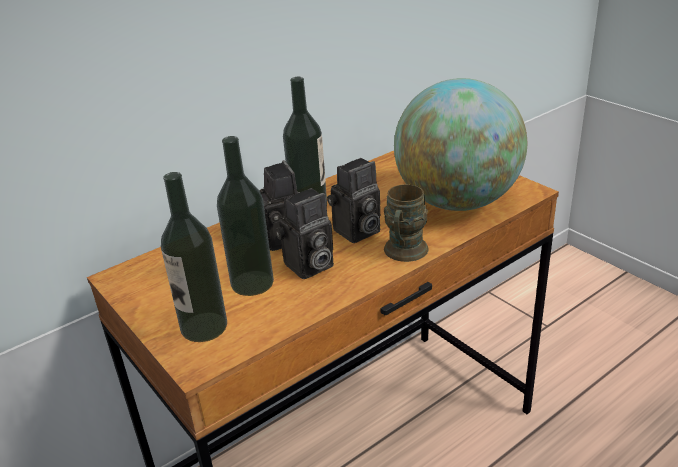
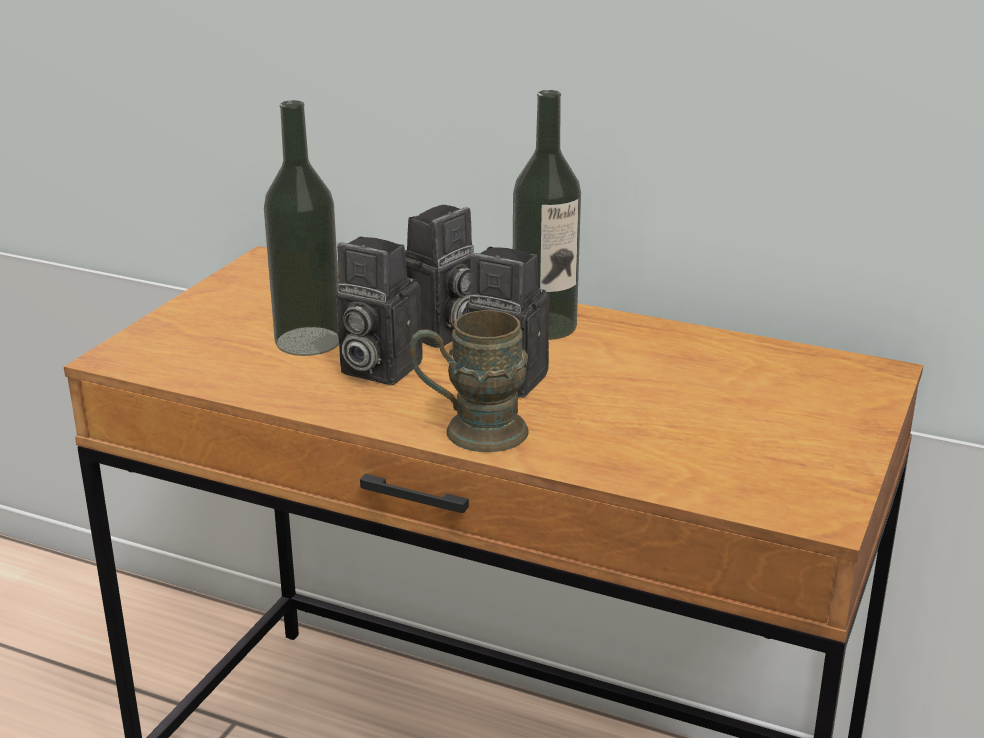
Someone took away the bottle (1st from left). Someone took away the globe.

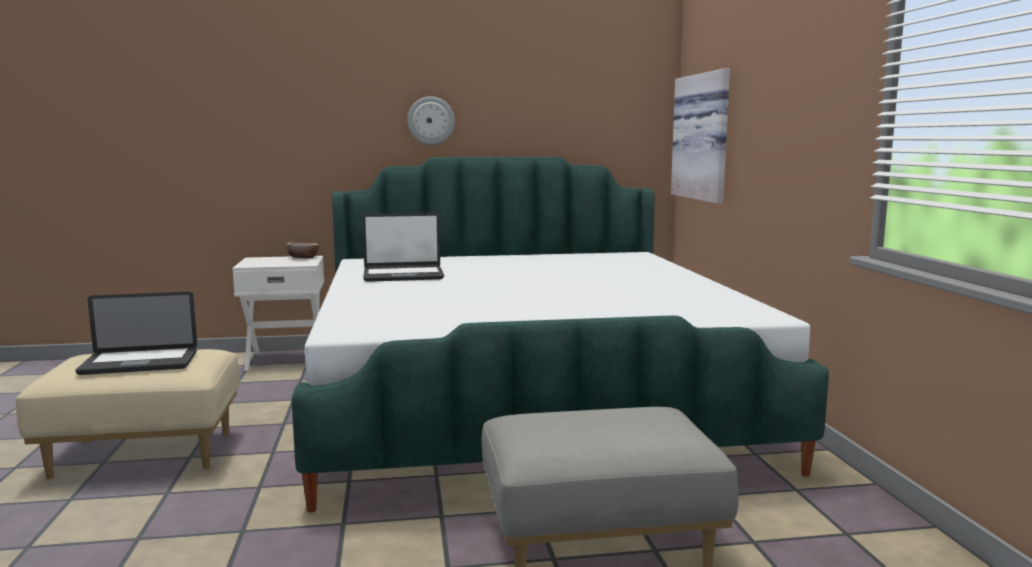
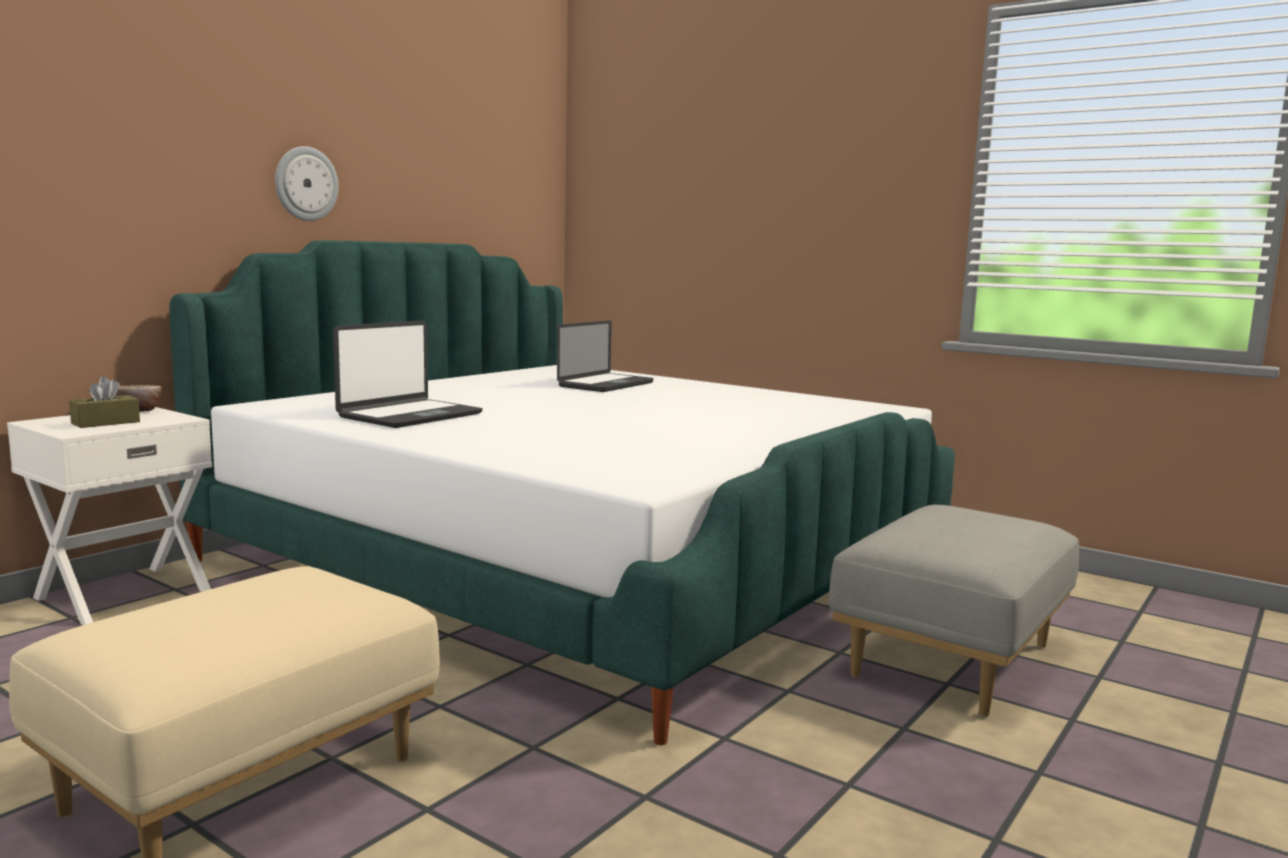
Someone put down the brown tissue box. Someone carried the laptop (1st from left in the first image). Someone took away the picture.

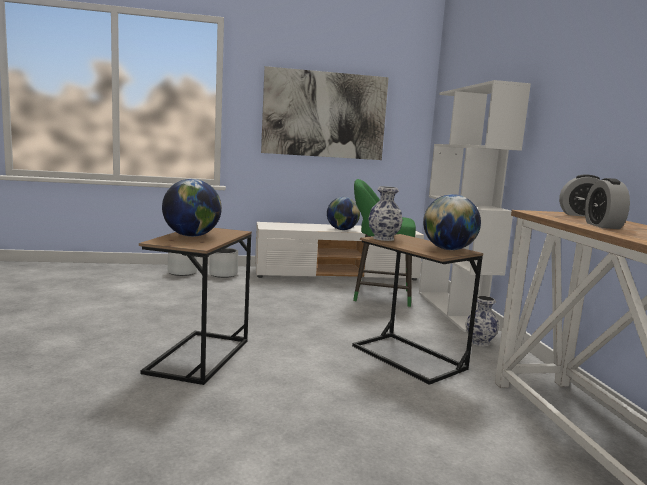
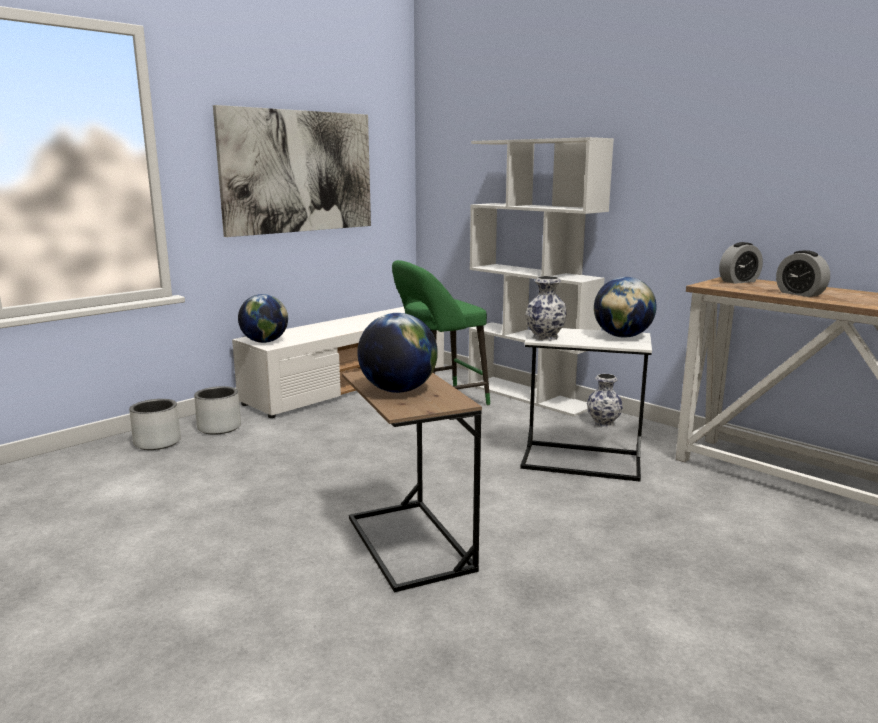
Someone carried the globe (2nd from left in the first image). Someone repainted the brown side table (2nd from left), which became the white side table.

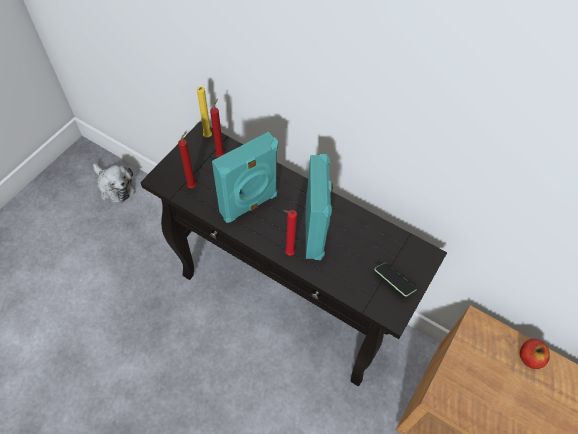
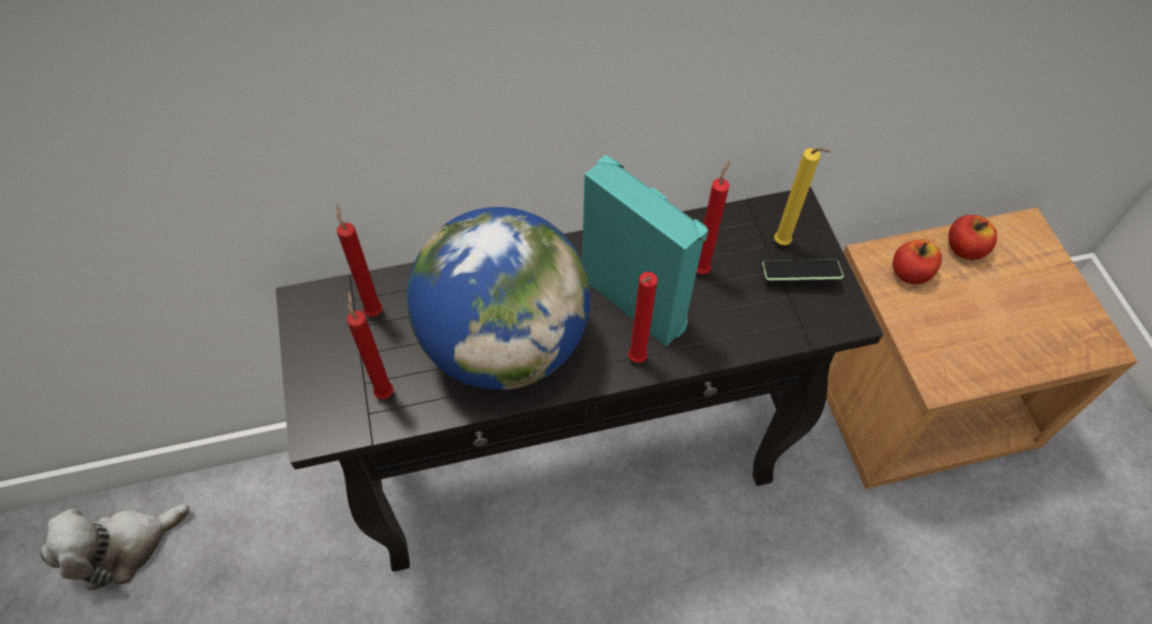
Someone rotated the plush toy by 150 degrees clockwise. Someone swapped the turquoise speaker (1st from left) for the globe. Someone put down the red candle (4th from left). Someone carried the yellow candle. Someone put down the apple (1st from left).

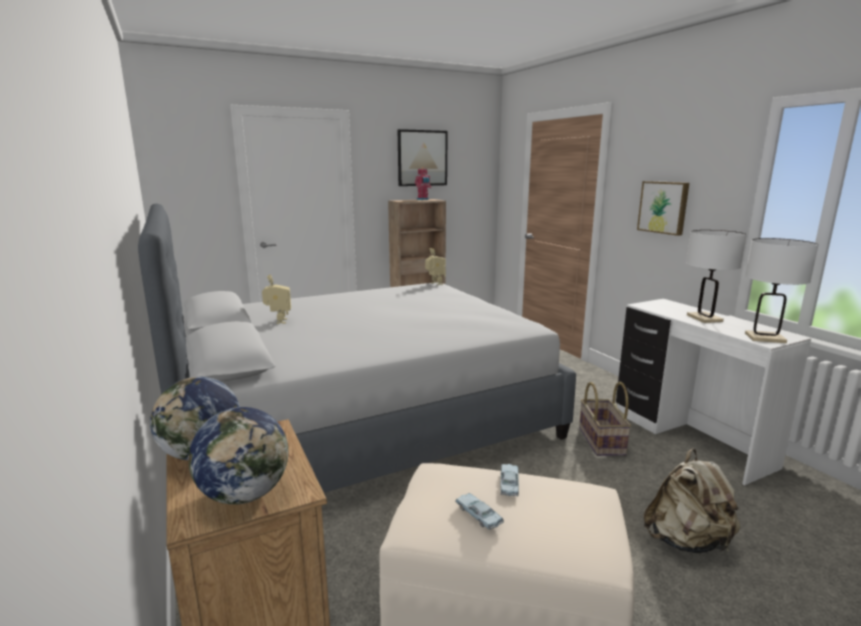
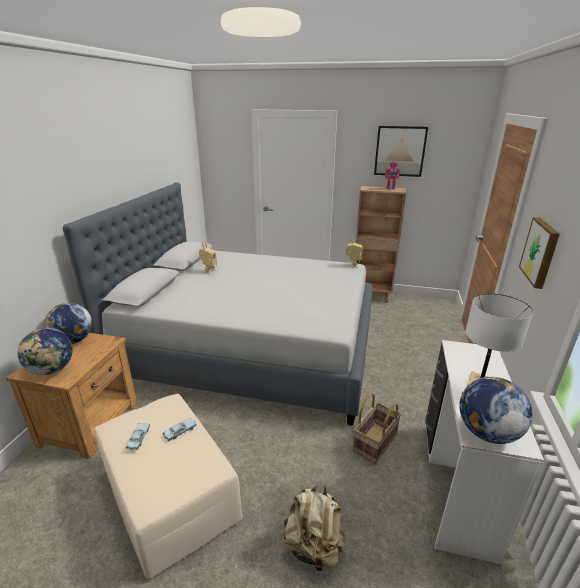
Someone swapped the white table lamp (2nd from left) for the globe (3rd from left).

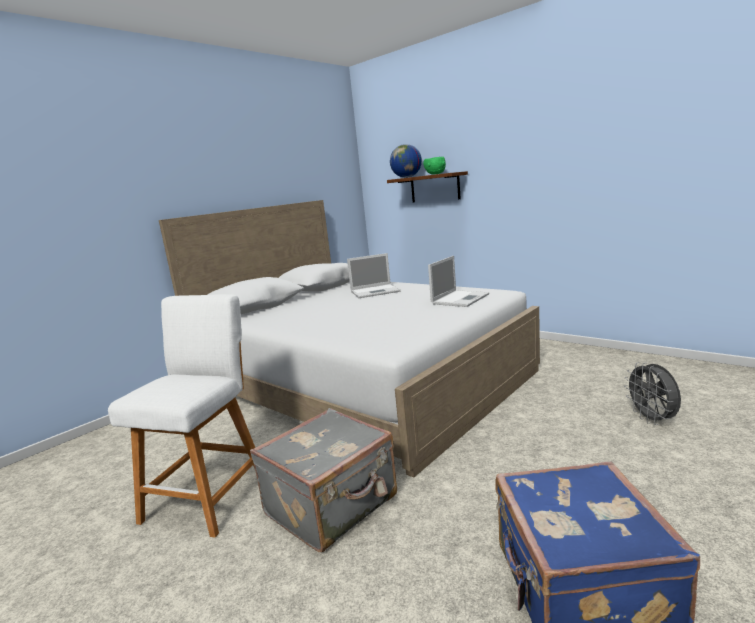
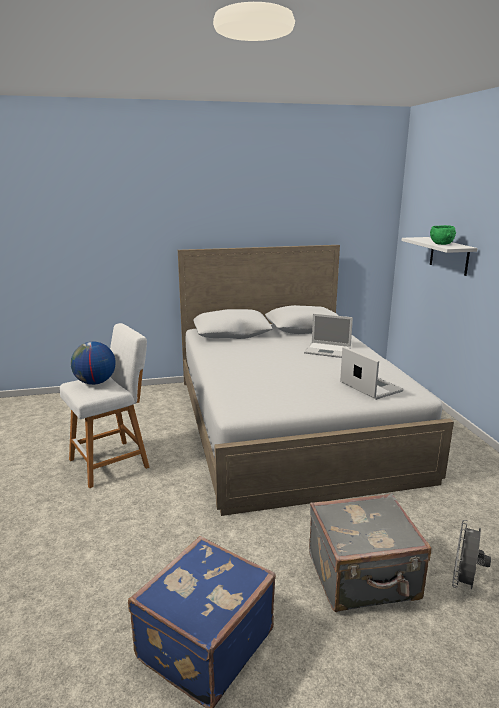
Someone carried the globe. Someone carried the grey suitcase. Someone rotated the laptop (2nd from left) by 105 degrees counterclockwise. Someone repainted the brown shelf, which became the white shelf.

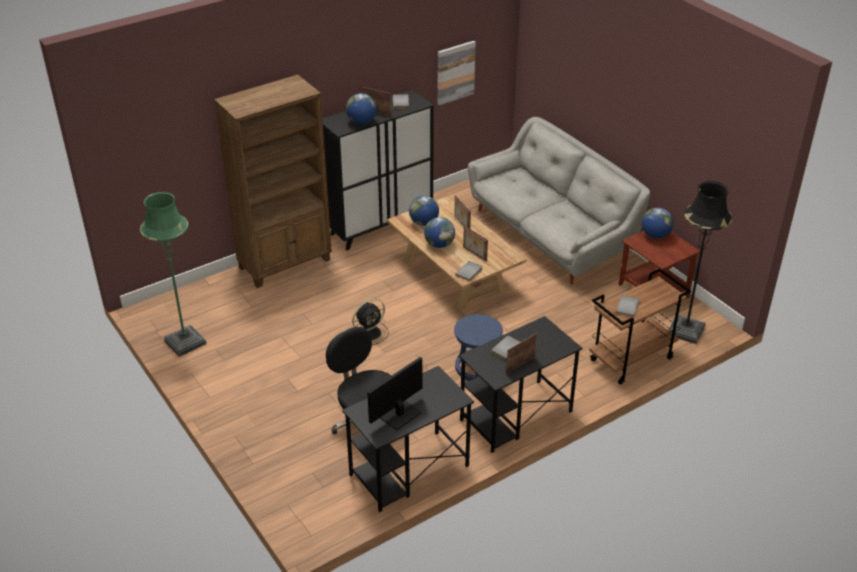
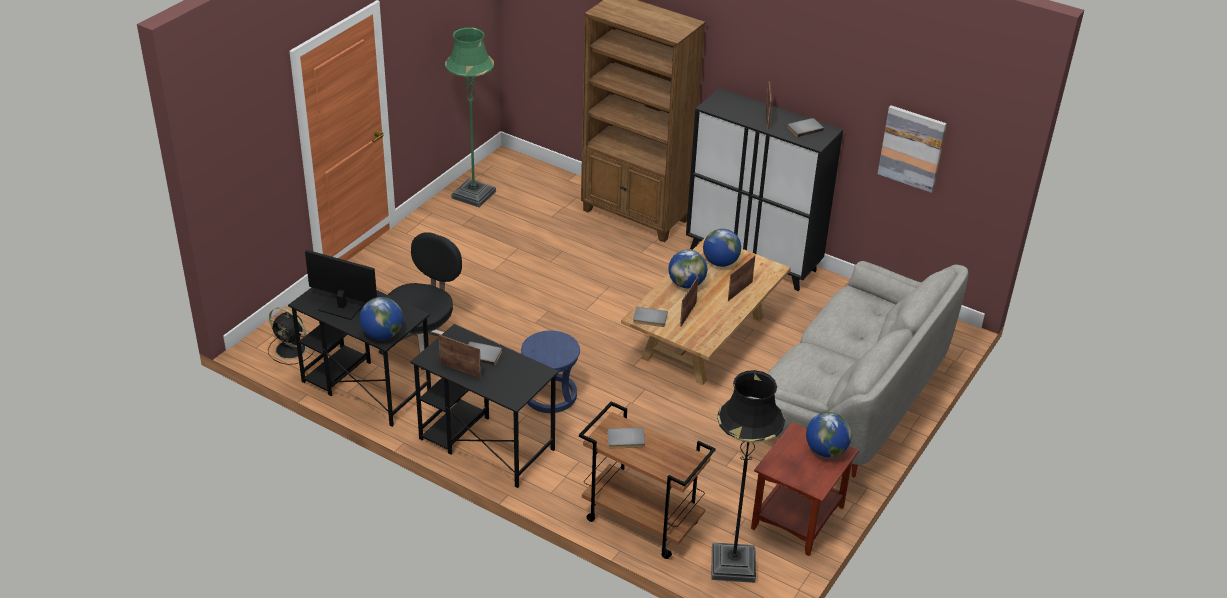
Someone carried the black fan. Someone carried the globe (1st from left).

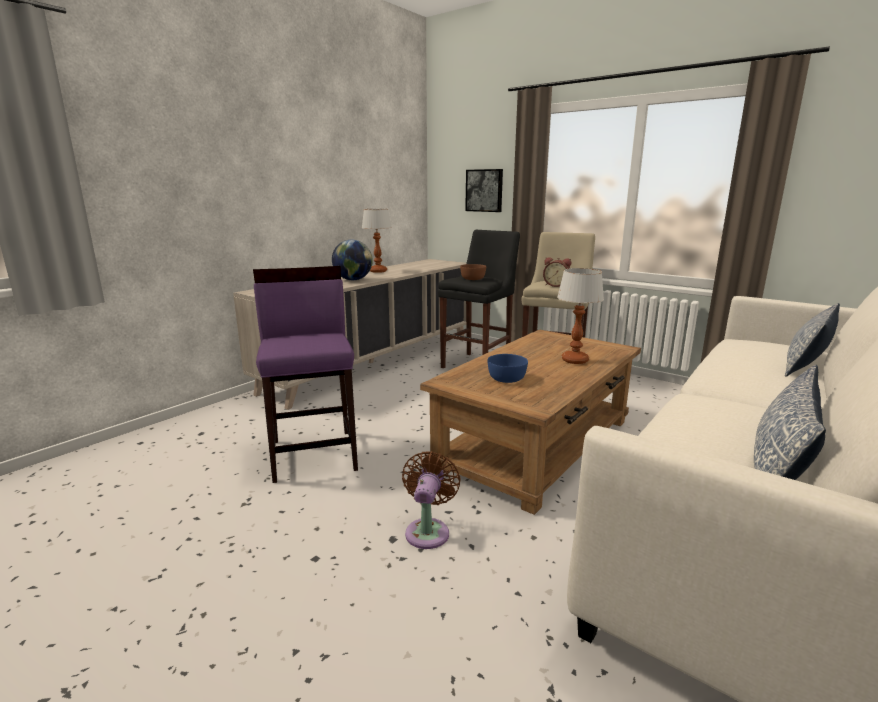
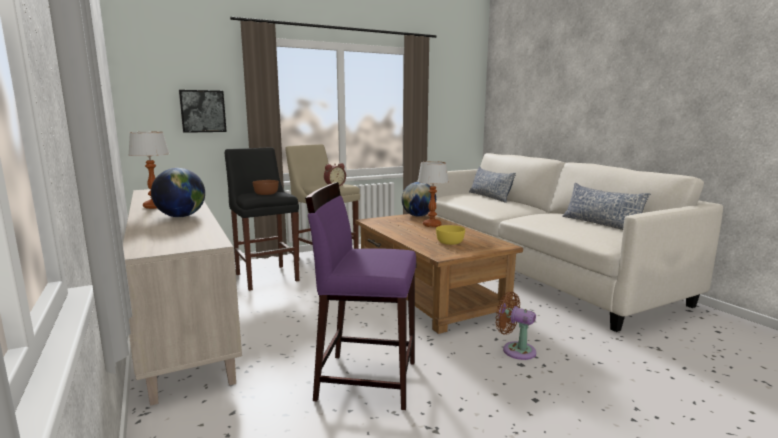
Someone put down the globe (2nd from left). Someone repainted the blue bowl, which became the yellow bowl.

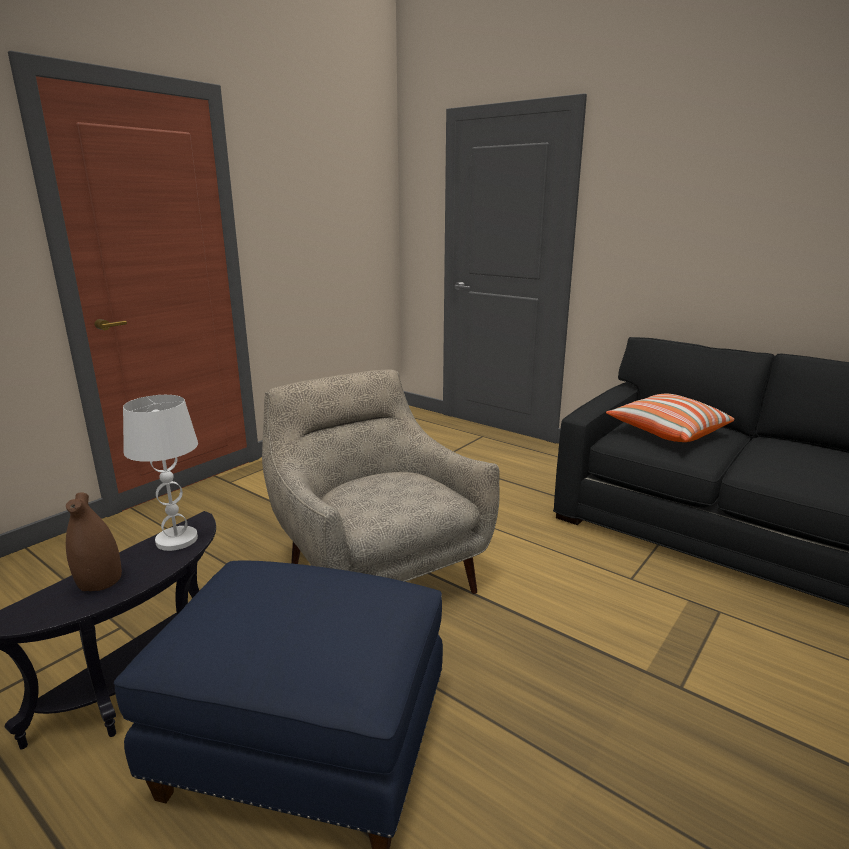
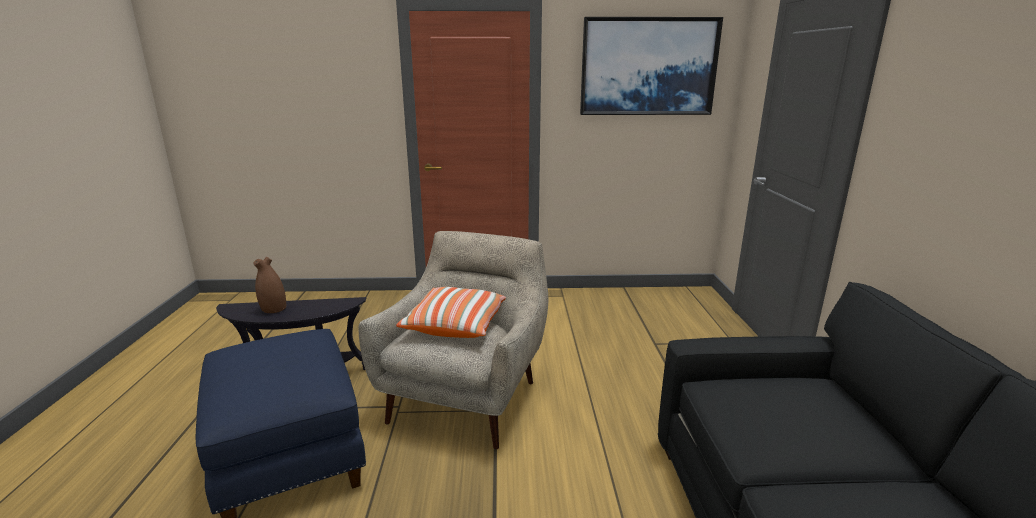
Someone carried the pillow. Someone put up the picture. Someone took away the white table lamp.

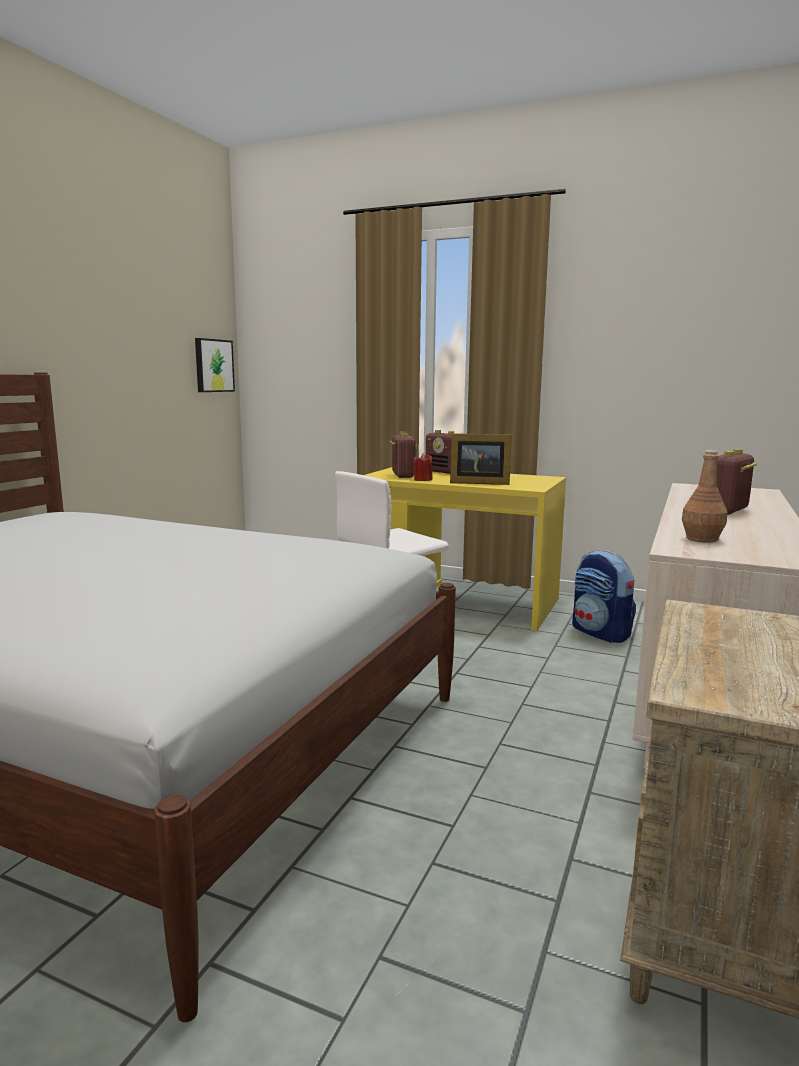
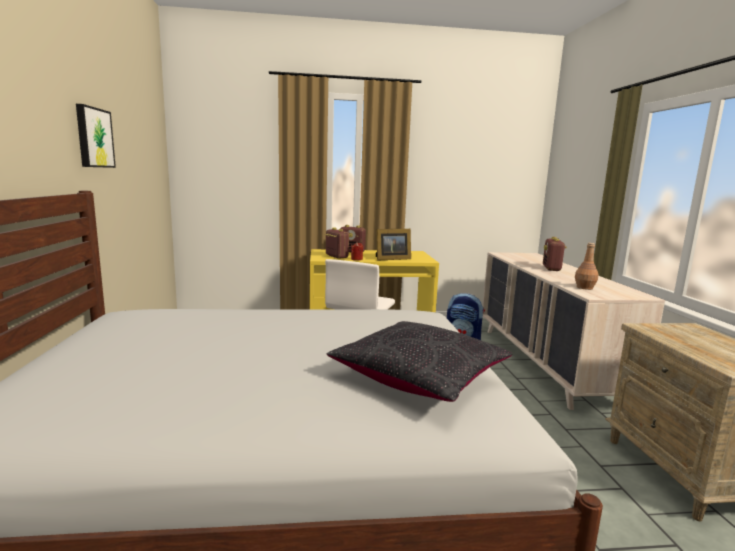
Someone carried the picture. Someone put down the black pillow.

